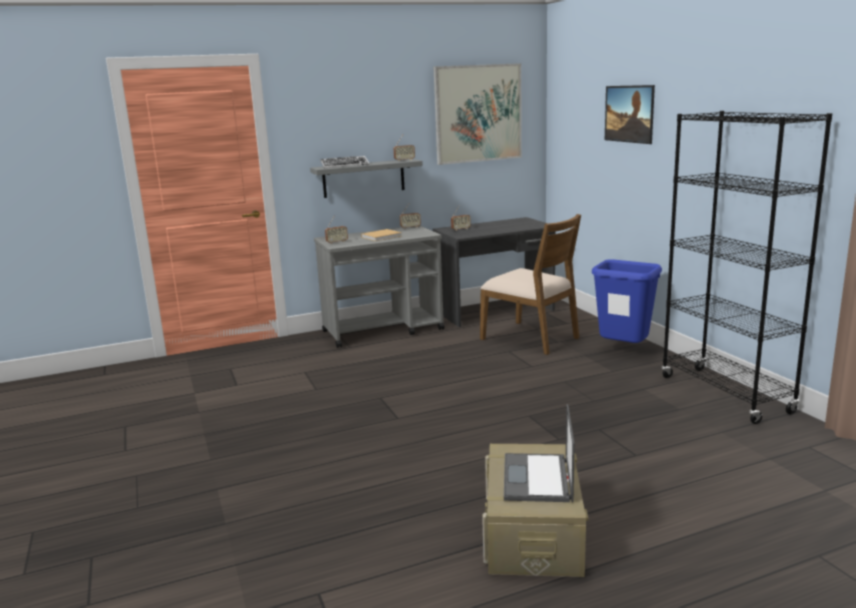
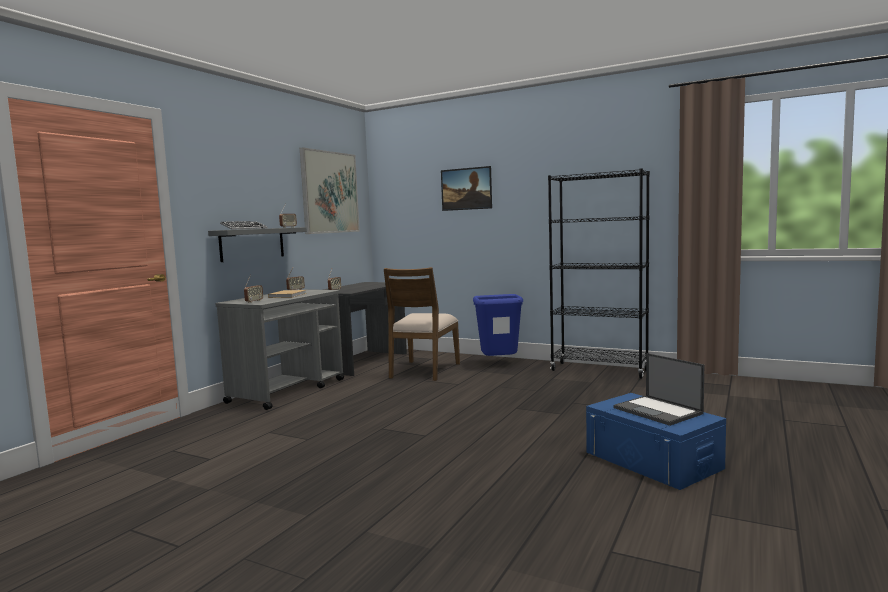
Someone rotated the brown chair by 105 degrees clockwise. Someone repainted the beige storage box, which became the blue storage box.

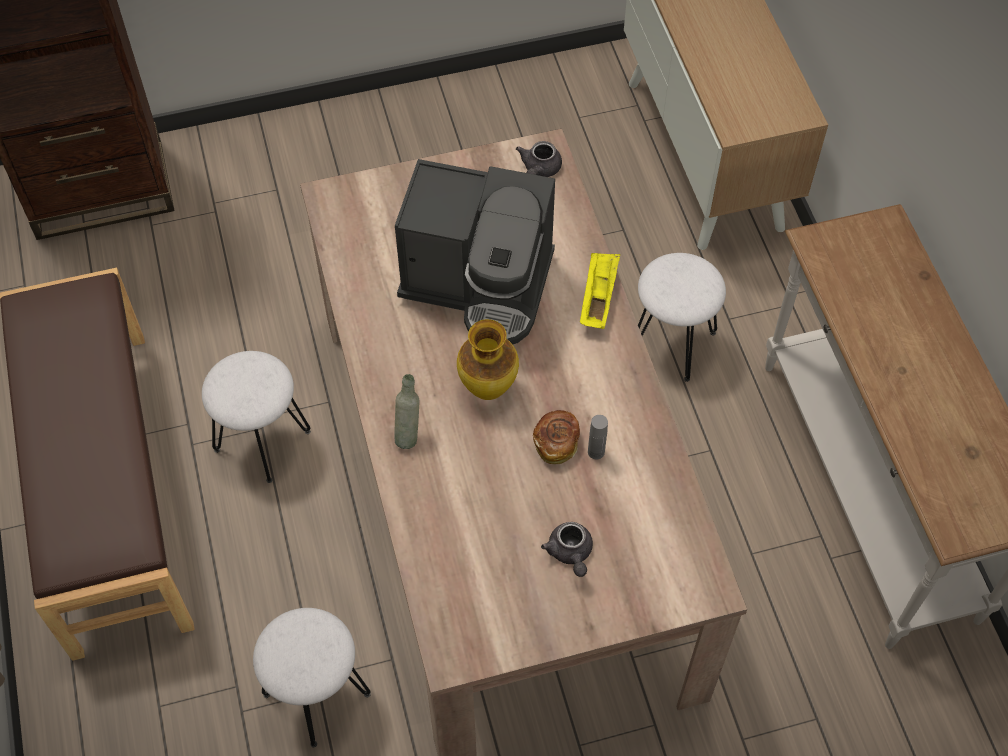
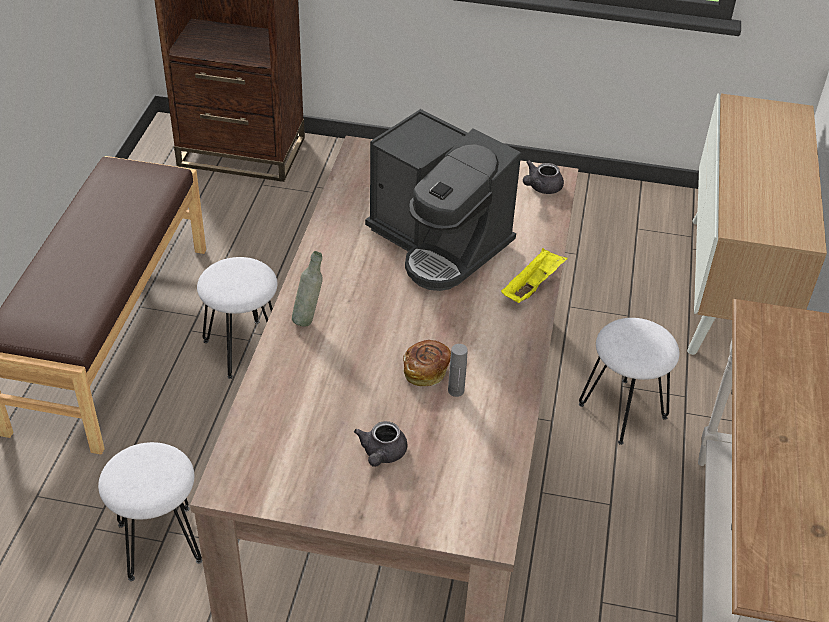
Someone took away the vase.

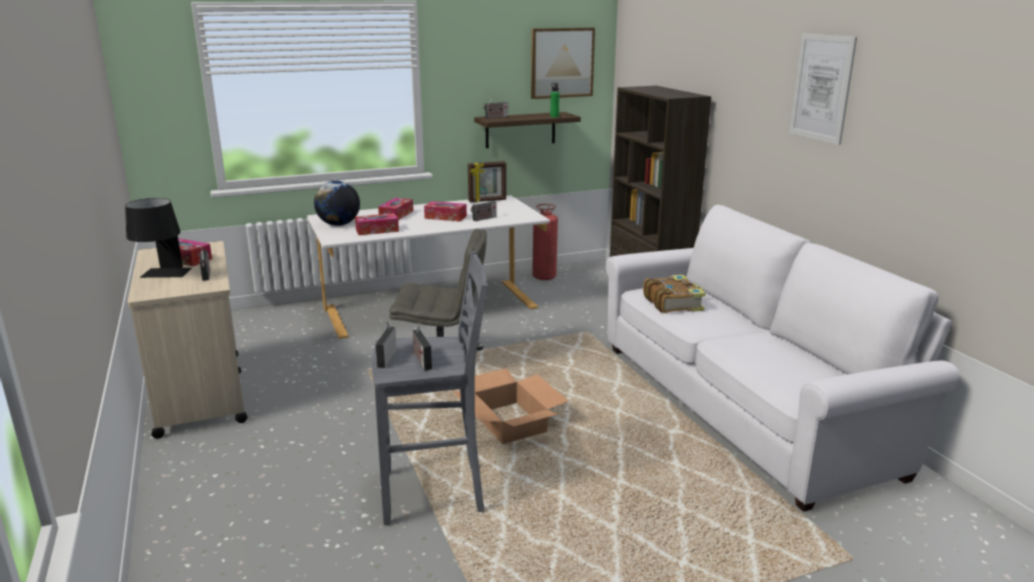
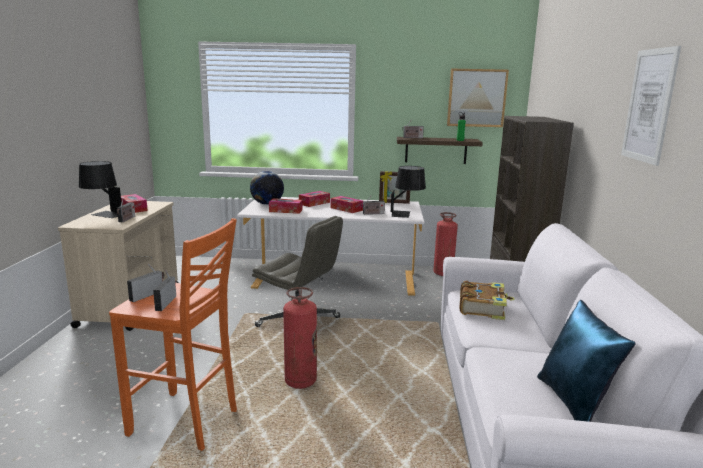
Someone repainted the grey stool, which became the orange stool. Someone swapped the cardboard box for the fire extinguisher (1st from left). Someone put down the black table lamp (2nd from left). Someone put down the blue pillow.

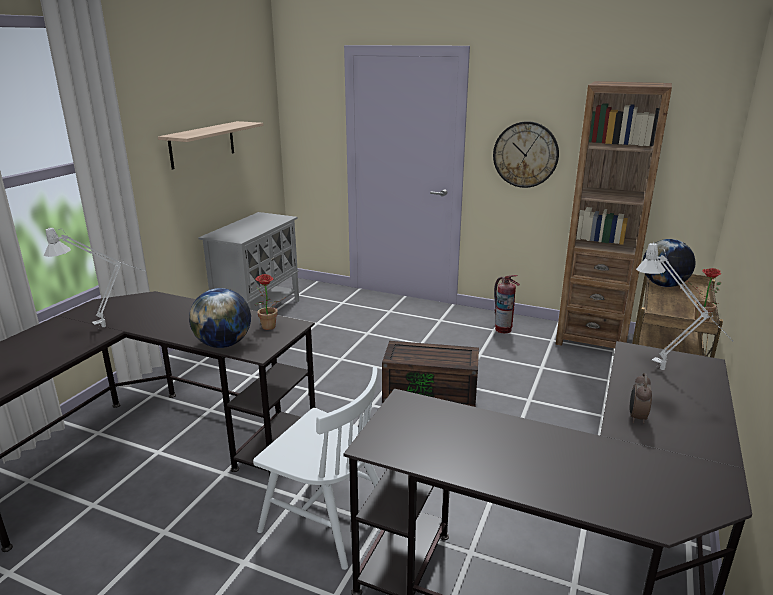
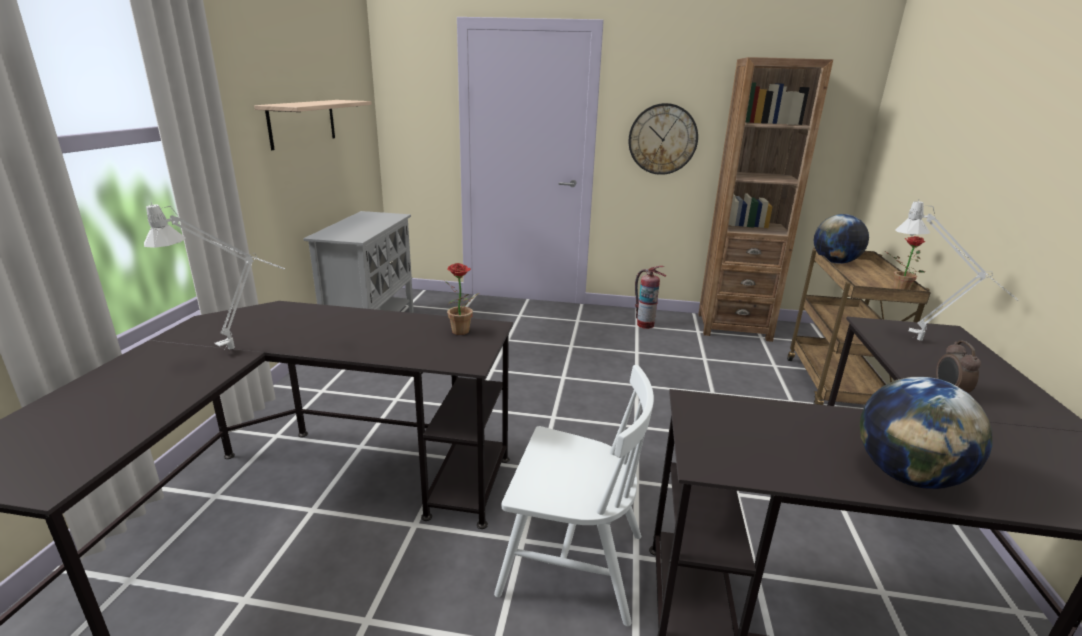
Someone carried the globe (1st from left in the first image). Someone took away the brown storage box.

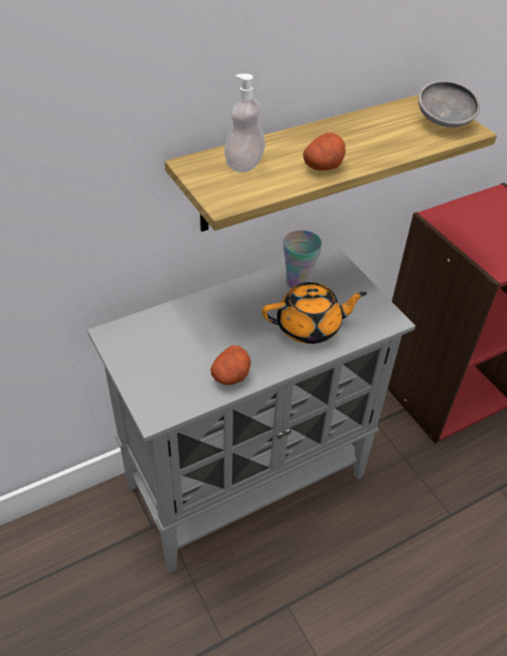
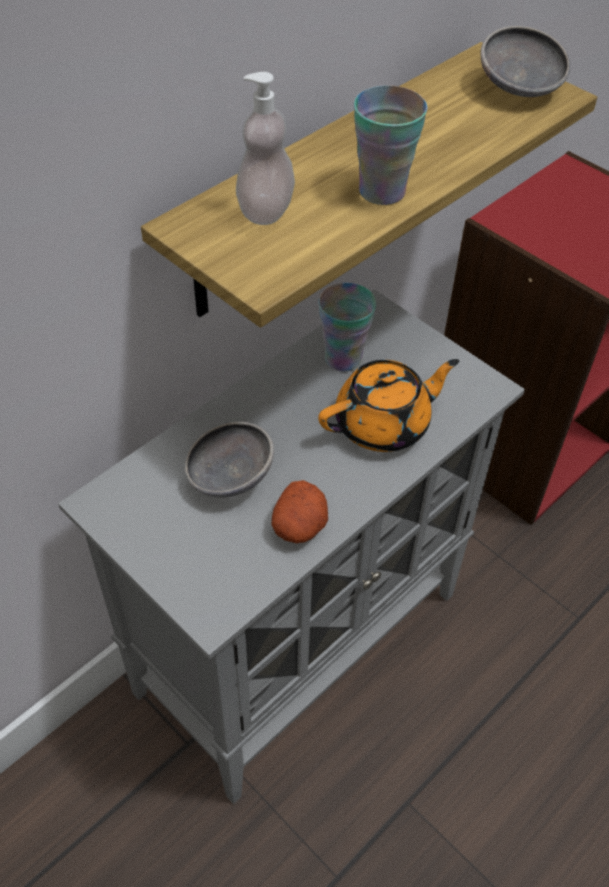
Someone put down the grey bowl (1st from left). Someone swapped the potato (2nd from left) for the cup (2nd from left).

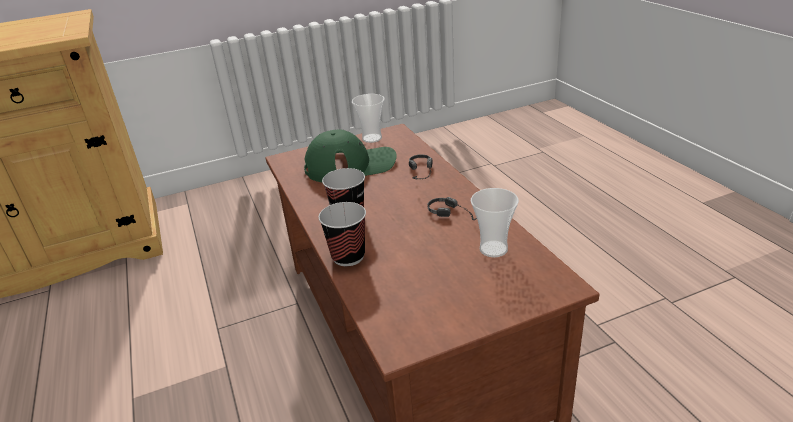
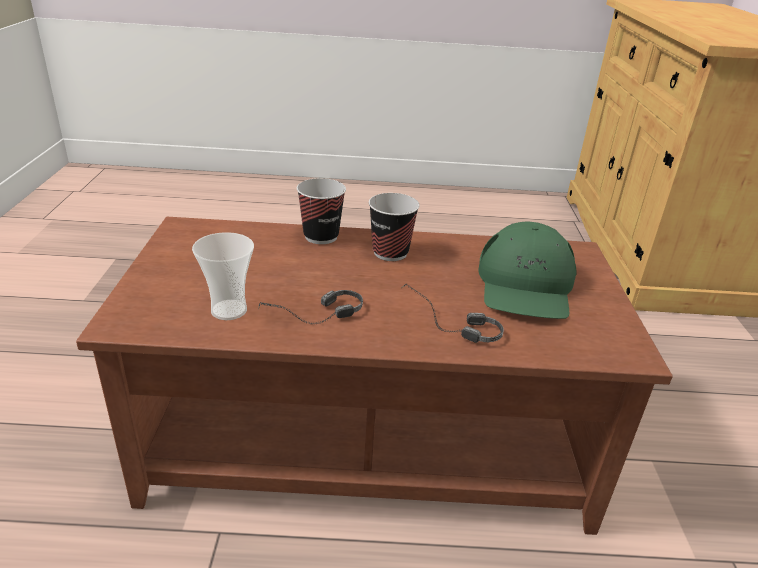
Someone took away the cup (3rd from left).

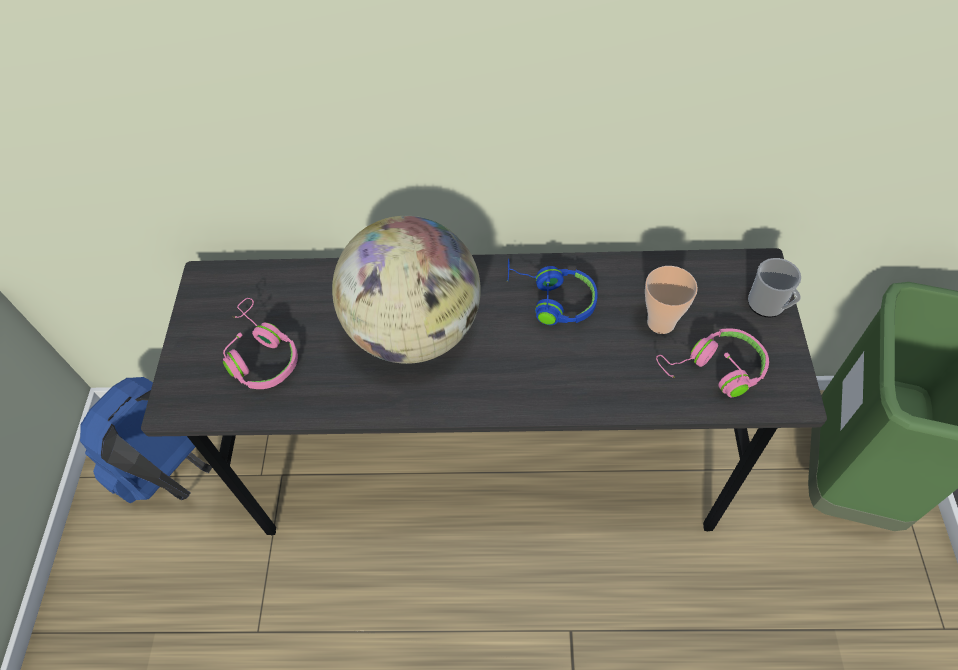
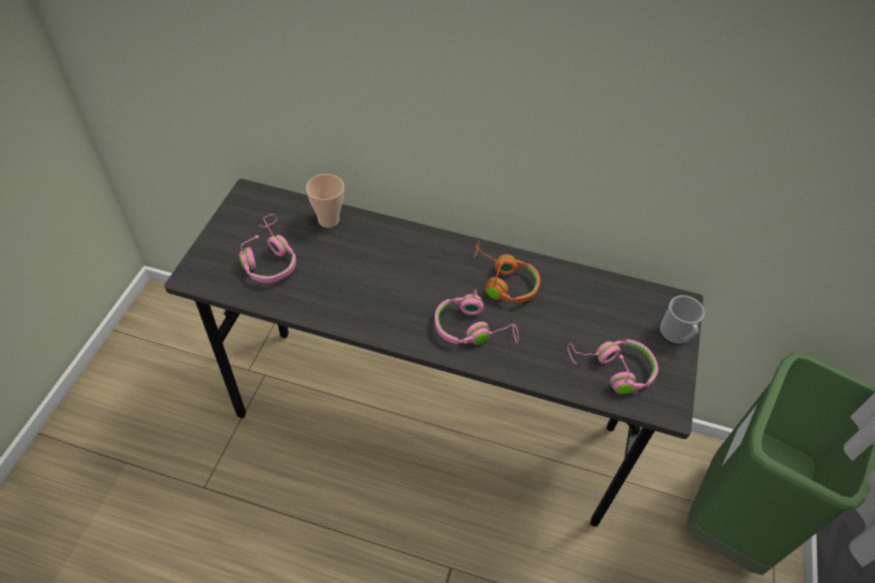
Someone carried the cup. Someone put down the pink headphones (2nd from left). Someone repainted the blue headphones, which became the orange headphones. Someone took away the blue backpack. Someone took away the globe.

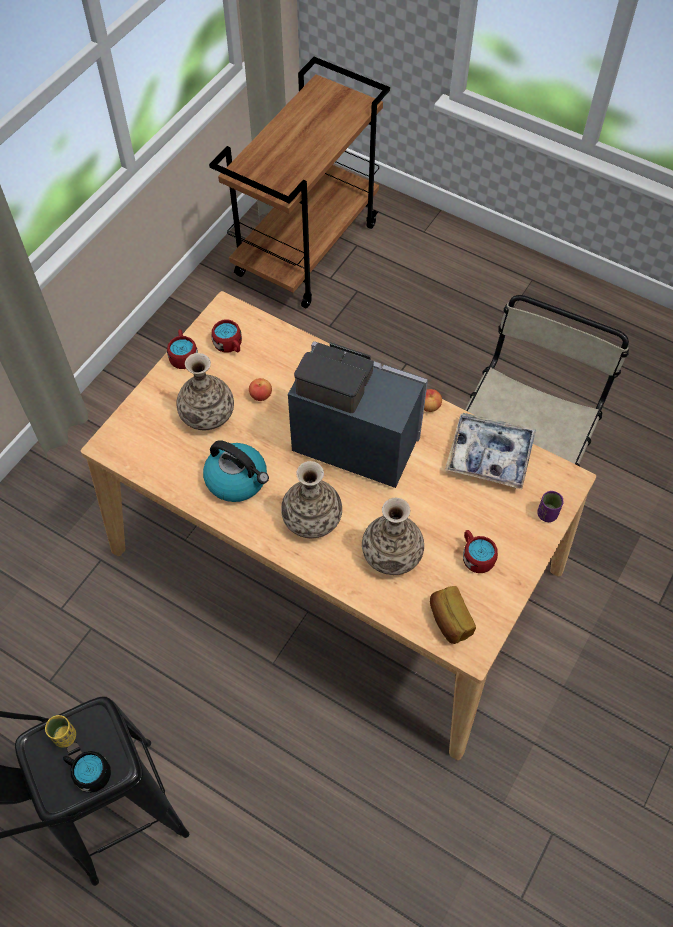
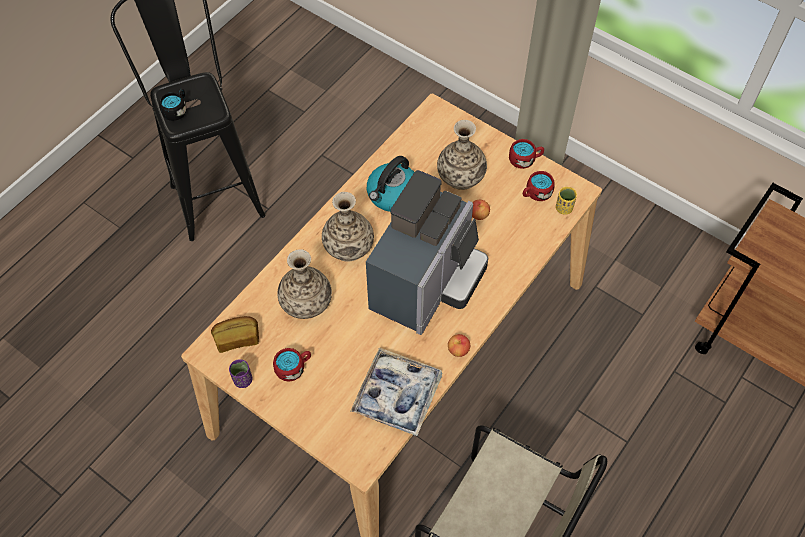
Someone carried the purple cup. Someone carried the yellow cup.

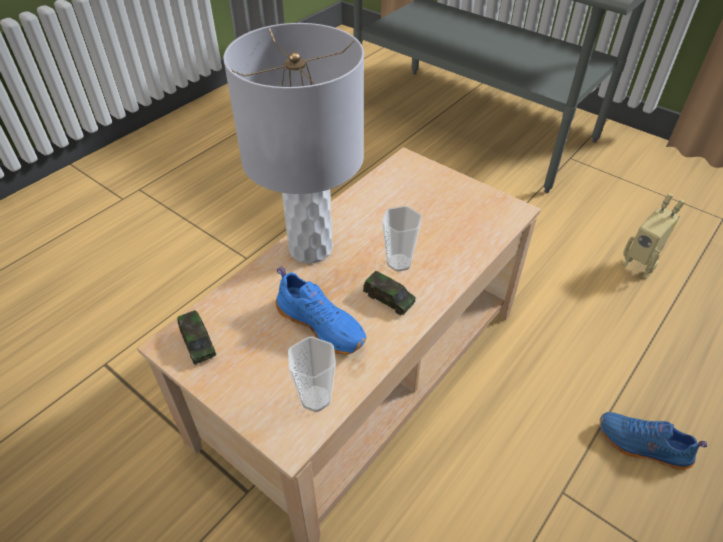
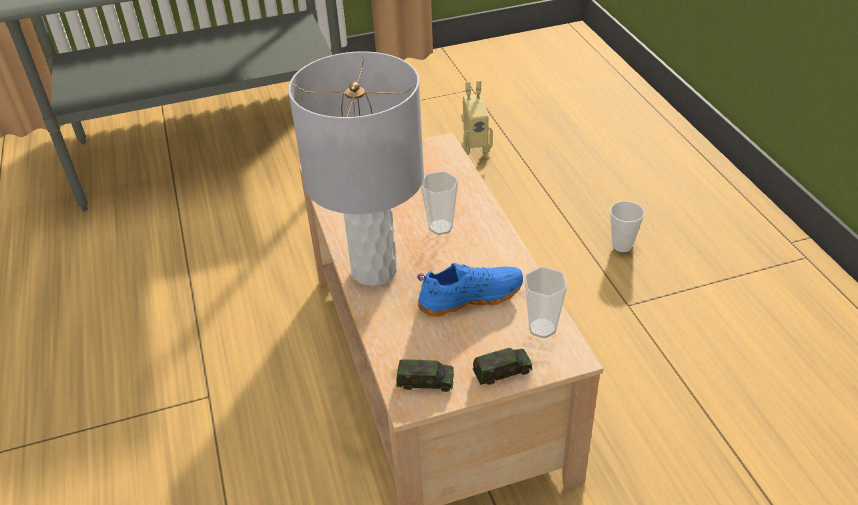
Someone carried the toy car (2nd from left). Someone swapped the blue shoe (2nd from left) for the cup (3rd from left).

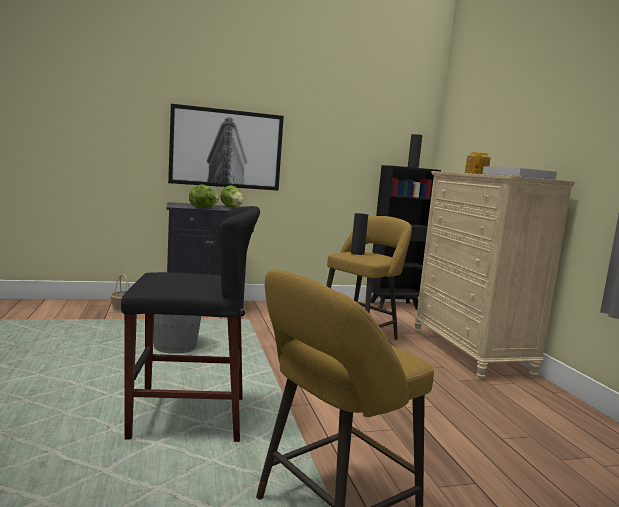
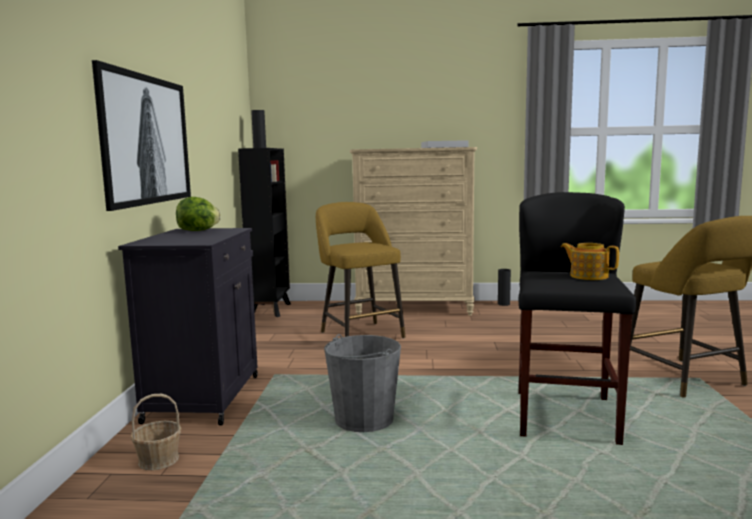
Someone carried the black vase (1st from left in the first image). Someone carried the teapot. Someone took away the lettuce (1st from left).

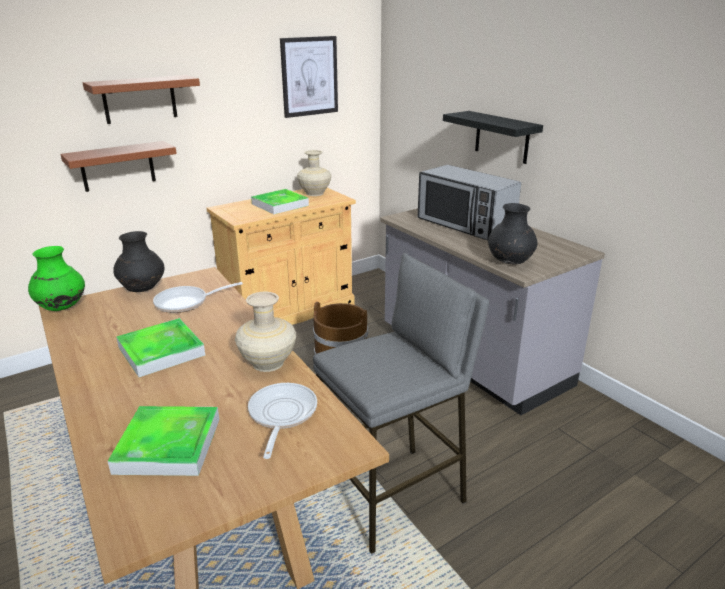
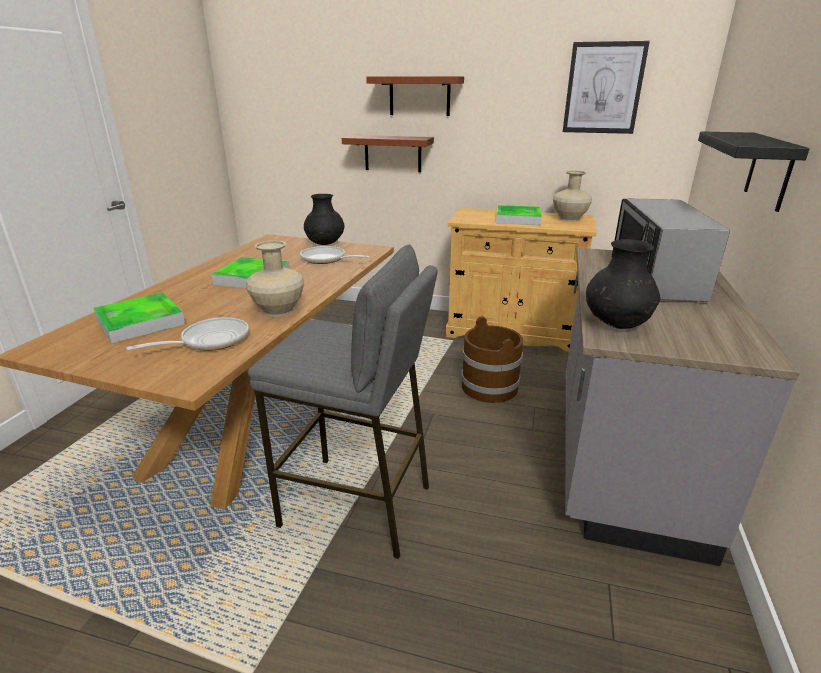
Someone took away the green vase.

